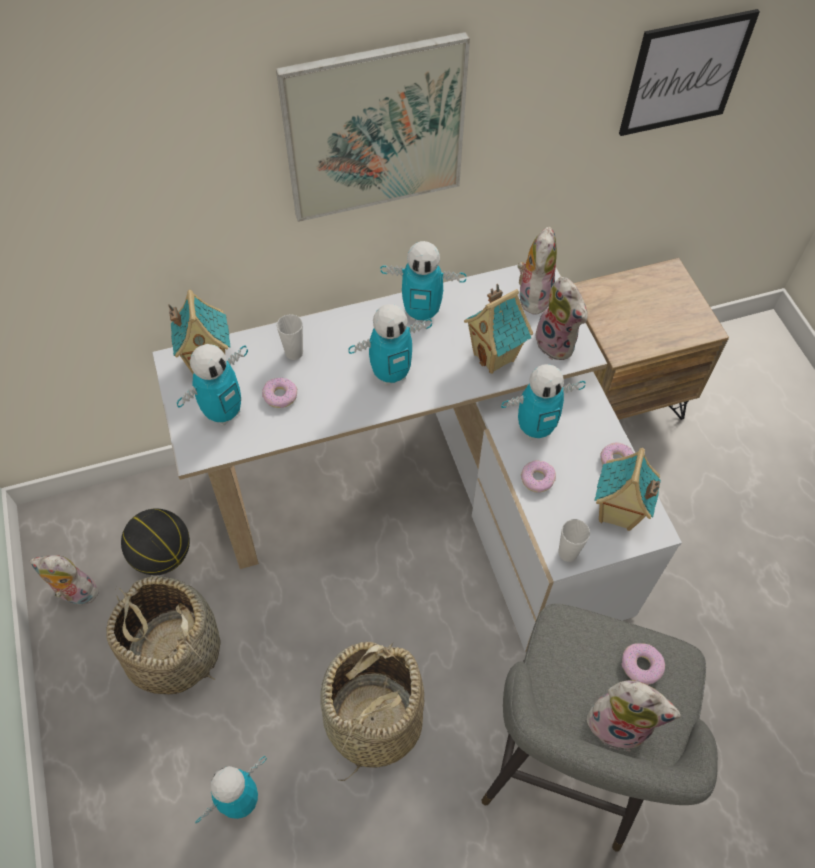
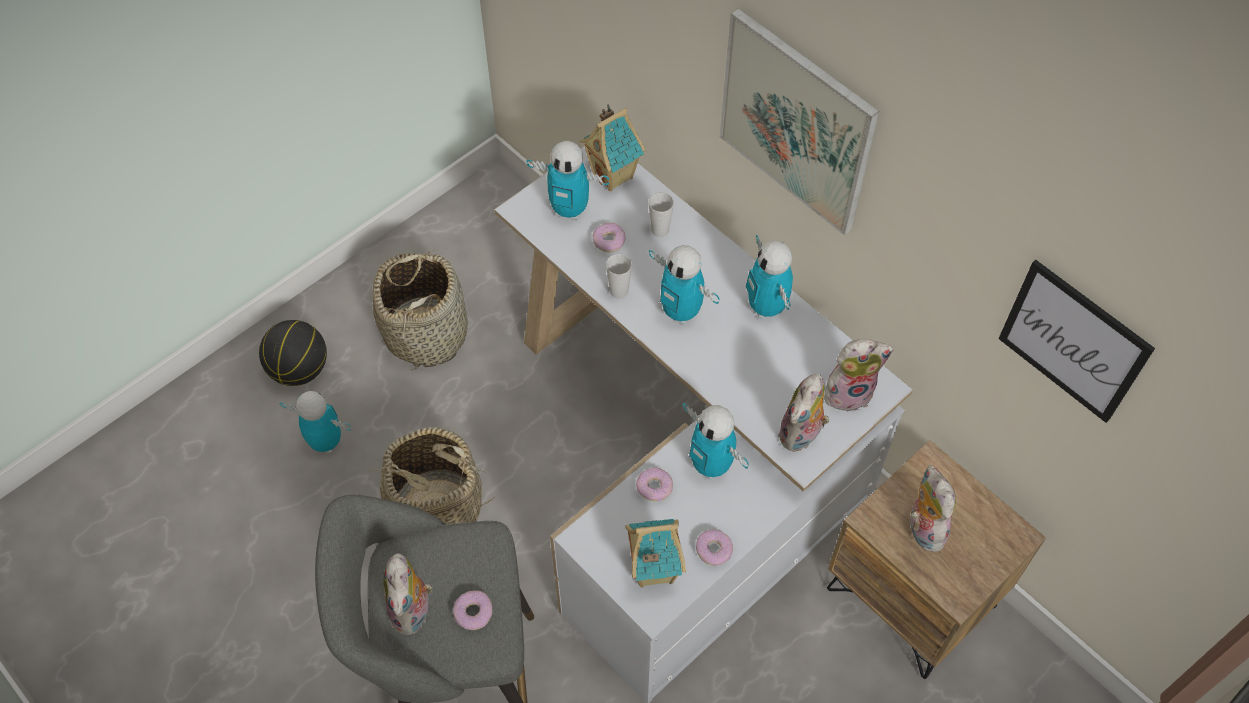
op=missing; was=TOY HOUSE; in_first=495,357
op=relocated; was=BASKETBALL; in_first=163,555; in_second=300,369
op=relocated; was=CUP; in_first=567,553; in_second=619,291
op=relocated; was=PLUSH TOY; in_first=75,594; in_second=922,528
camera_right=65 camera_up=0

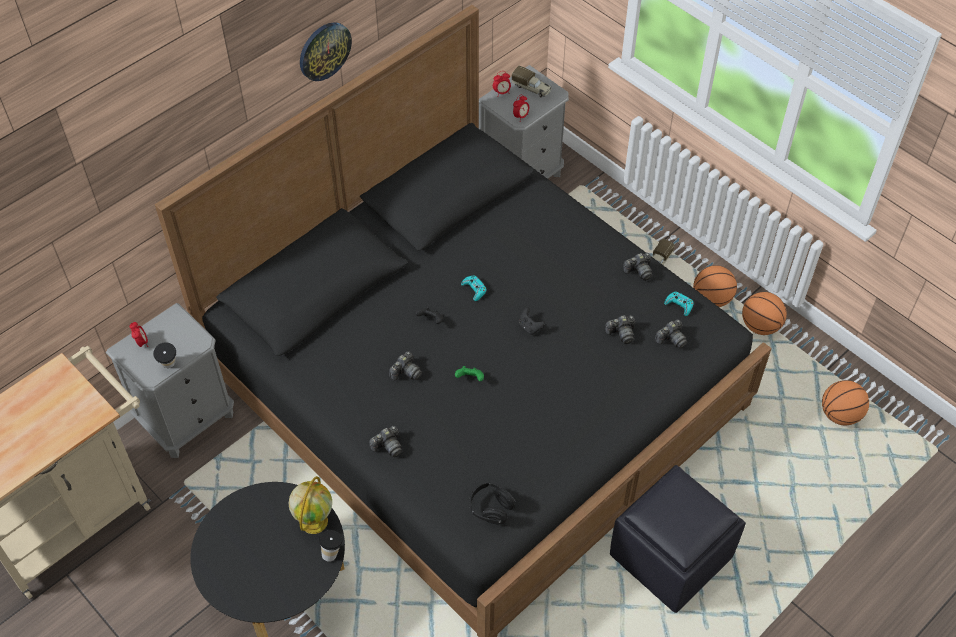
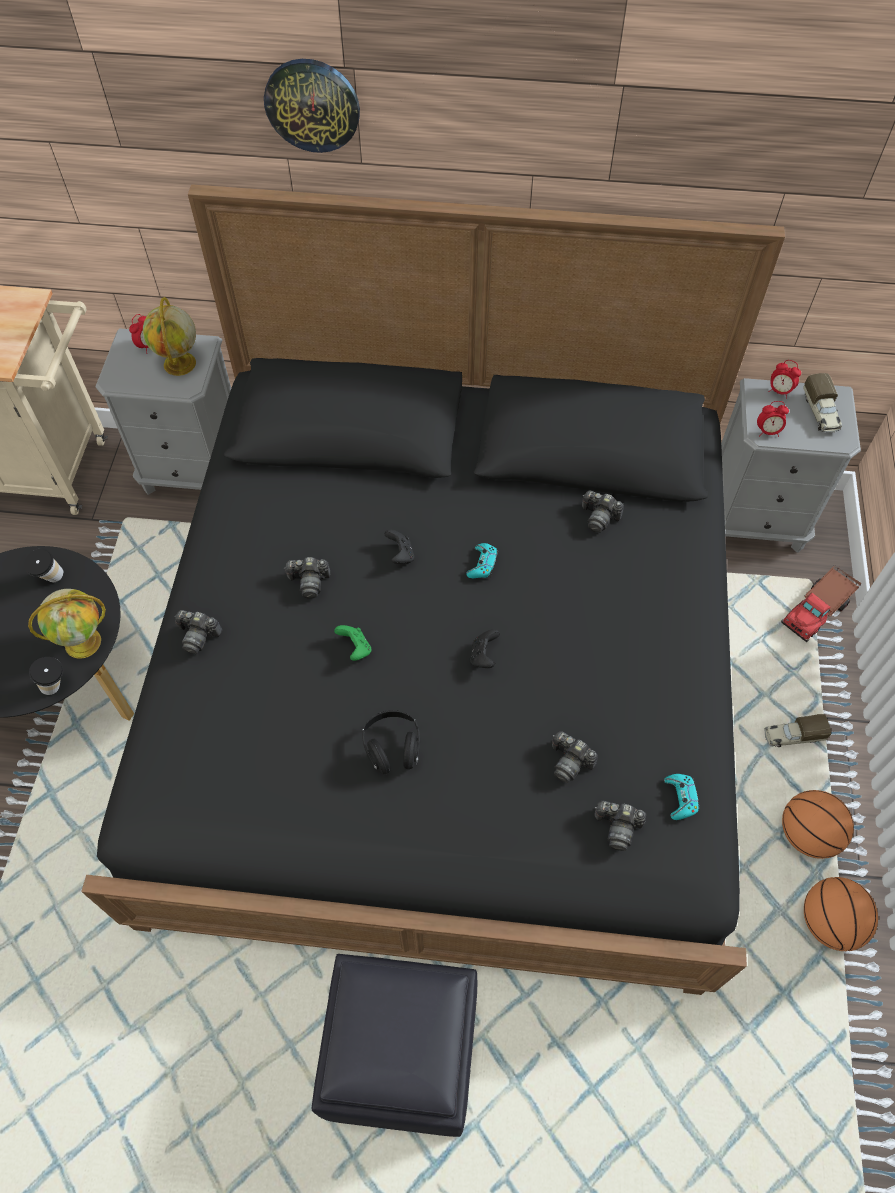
op=relocated; was=WALL CLOCK; in_first=324,50; in_second=312,105
op=relocated; was=PHOTO CAMERA; in_first=639,271; in_second=599,517
op=relocated; was=CUP; in_first=169,366; in_second=50,579
op=missing; was=BASKETBALL; in_first=840,414
op=relocated; was=BLACK HEADPHONES; in_first=491,509; in_second=392,747
op=appeared; now=GLOBE; in_second=180,364
op=appeared; now=TOY TRUCK; in_second=817,609
camera_right=50 camera_up=5

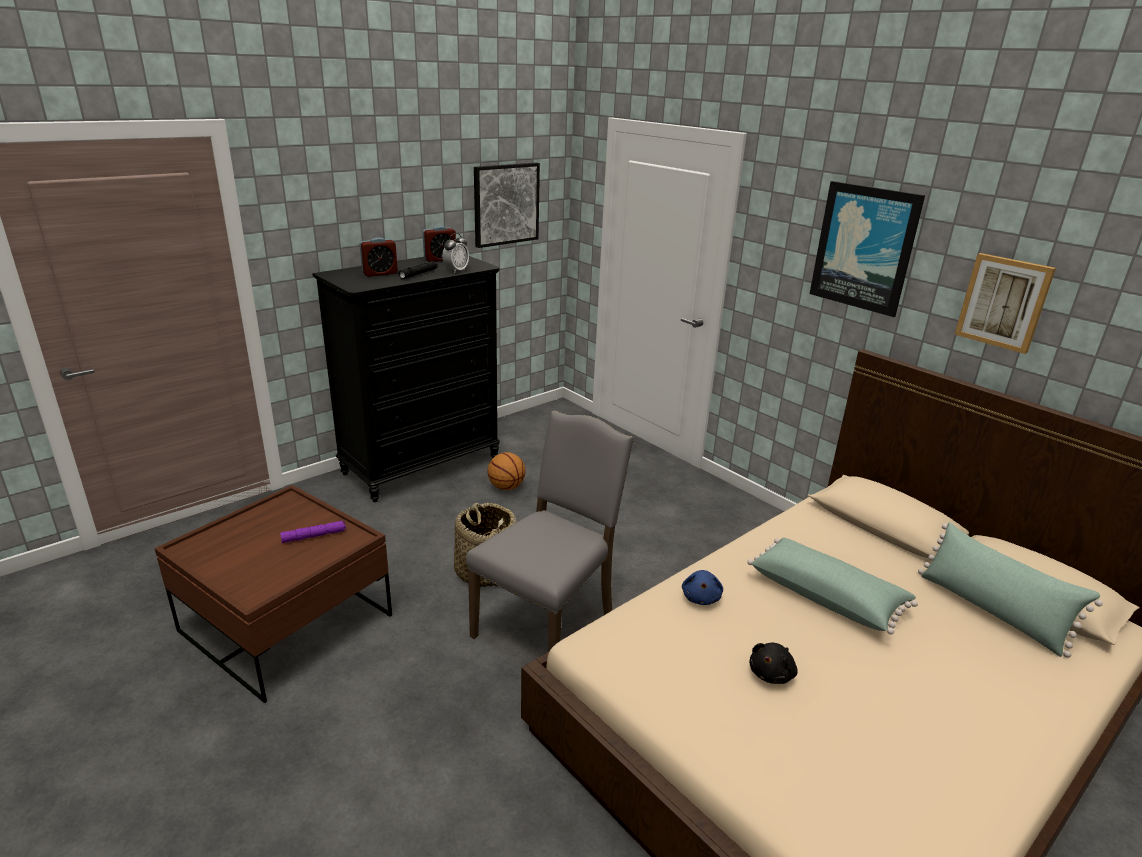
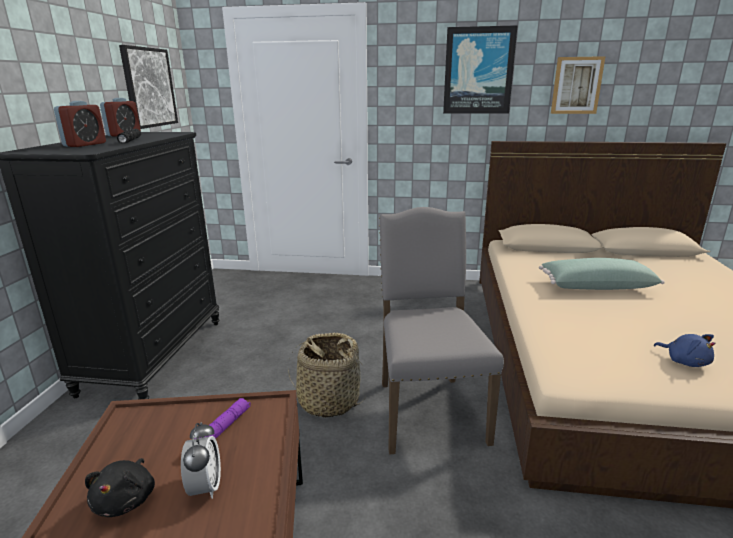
op=relocated; was=ALARM CLOCK; in_first=456,271; in_second=205,487
op=missing; was=BASKETBALL; in_first=506,487
op=missing; was=GREEN PILLOW; in_first=991,611
op=relocated; was=BLUE PLUSH TOY; in_first=701,597; in_second=685,361
op=relocated; was=BLACK PLUSH TOY; in_first=772,673; in_second=127,500
camera_right=-40 camera_up=-5

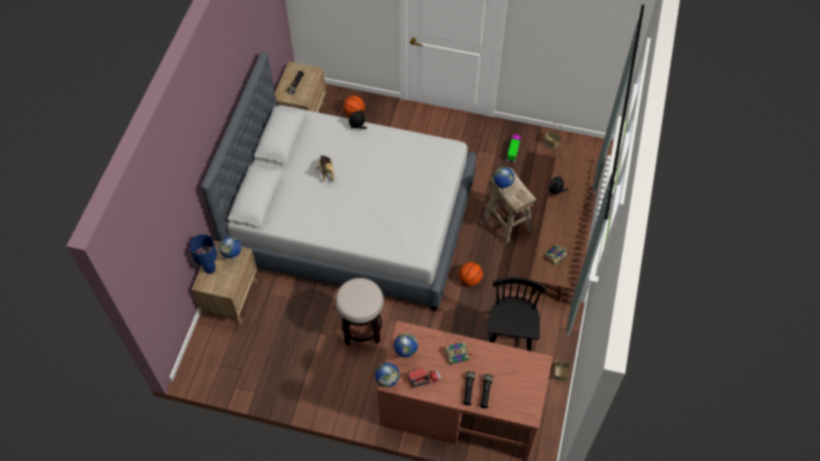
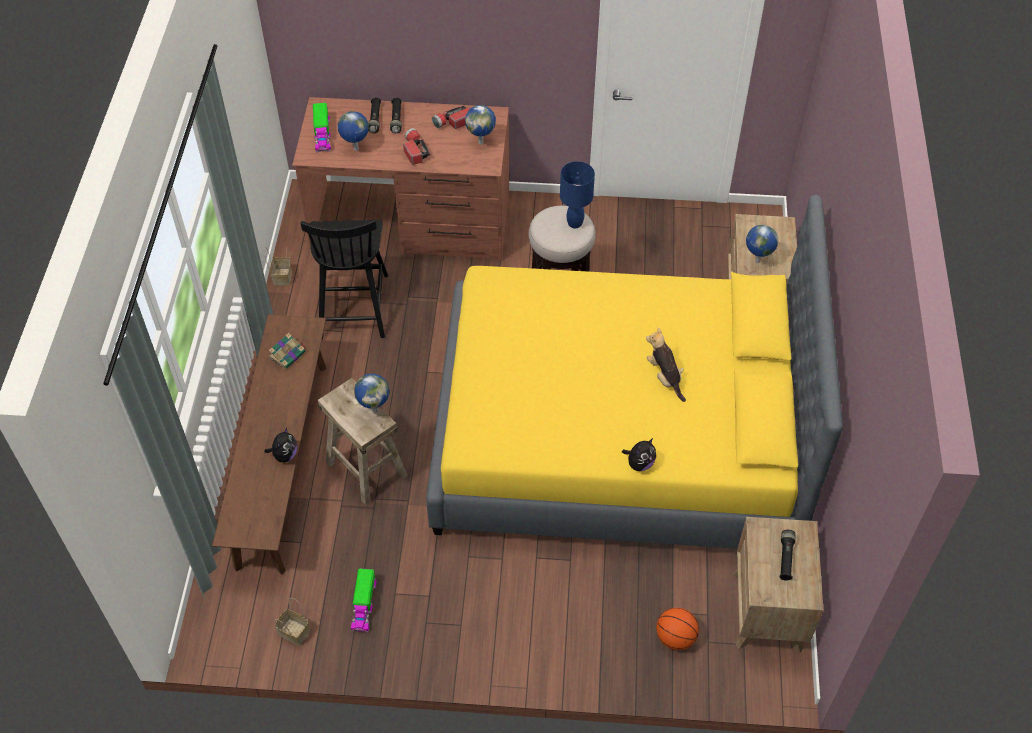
op=colour; was=GREY BED; now=YELLOW BED; in_first=352,220; in_second=617,435
op=relocated; was=BLUE TABLE LAMP; in_first=210,269; in_second=575,223
op=missing; was=BASKETBALL; in_first=470,280
op=exchanged; was=BOOK; now=FLASHLIGHT; in_first=457,354; in_second=415,151
op=relocated; was=GLOBE; in_first=387,383; in_second=355,149
op=appeared; now=TOY TRUCK; in_second=322,134
camera_right=170 camera_up=-5

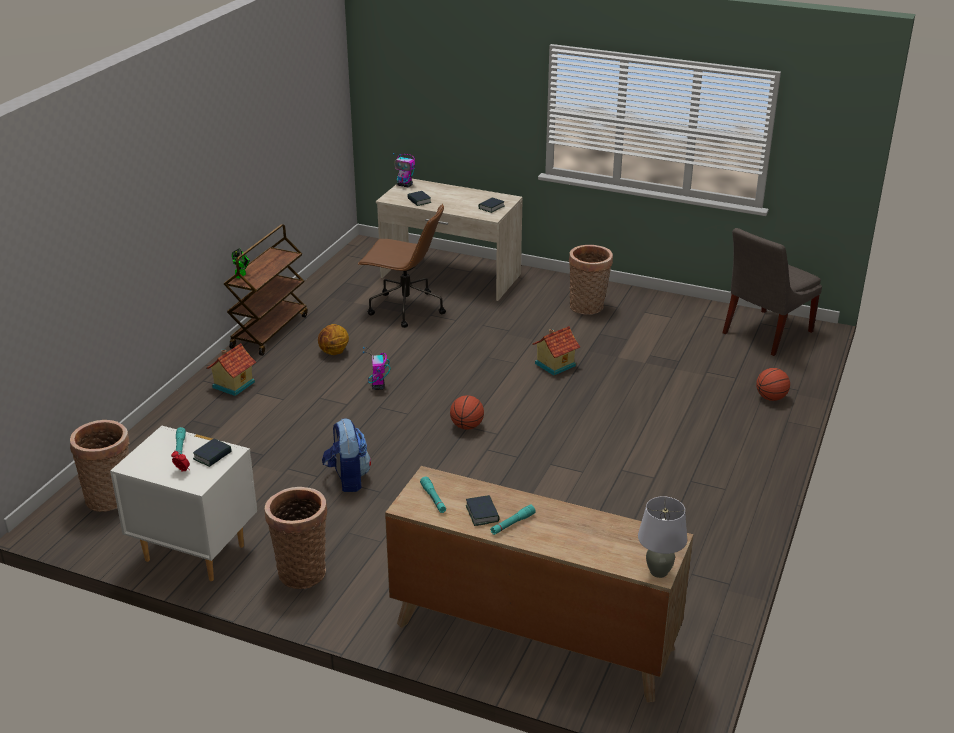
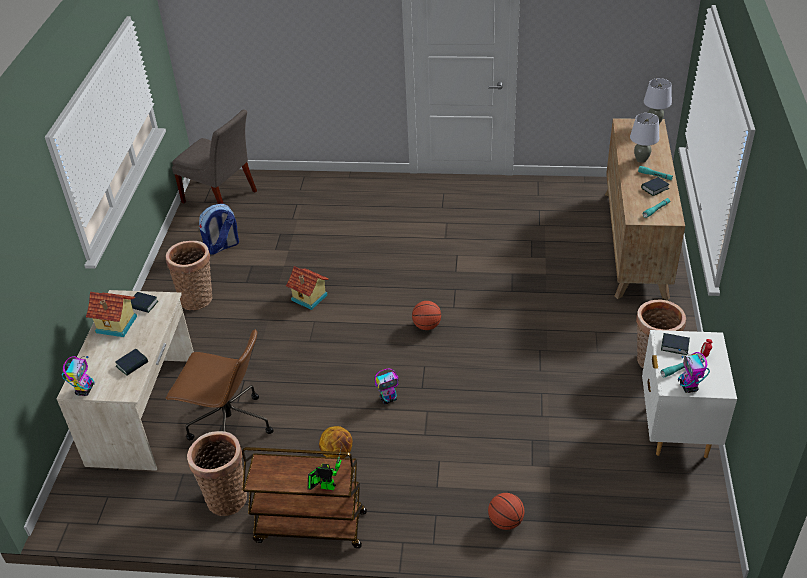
op=spun; was=BROWN OFFICE CHAIR; in_first=405,309; in_second=229,426; clockwise=105
op=relocated; was=TOY HOUSE; in_first=232,384; in_second=116,325
op=relocated; was=BASKETBALL; in_first=771,398; in_second=505,521
op=relocated; was=BACKPACK; in_first=347,479; in_second=222,246
op=relocated; was=BASKET; in_first=111,498; in_second=226,497
op=appeared; now=GREY TABLE LAMP; in_second=641,159
op=appeared; now=TOY ROBOT; in_second=688,387
camera_right=-105 camera_up=10

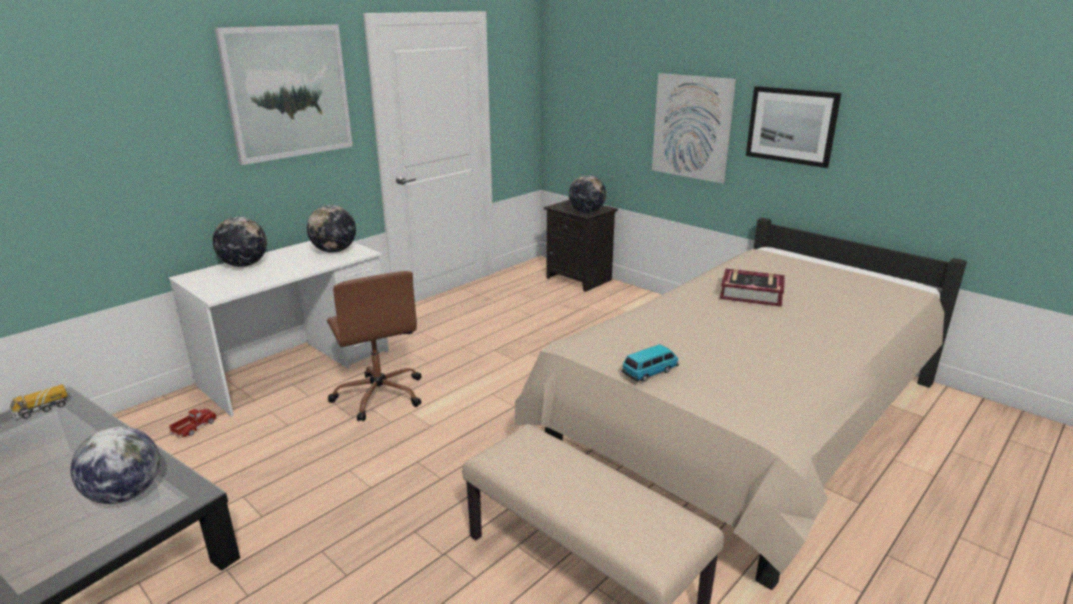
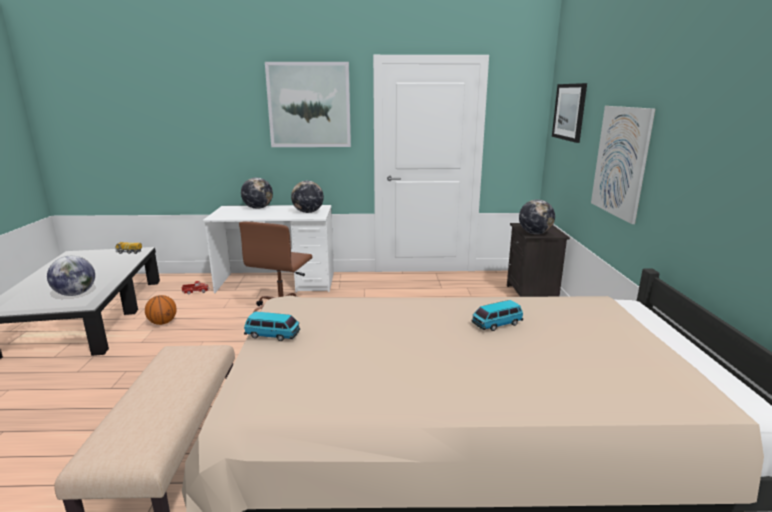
op=relocated; was=PICTURE; in_first=791,126; in_second=569,112
op=exchanged; was=BOOK; now=TOY CAR; in_first=751,293; in_second=496,324
op=appeared; now=BASKETBALL; in_second=163,323
camera_right=45 camera_up=-5

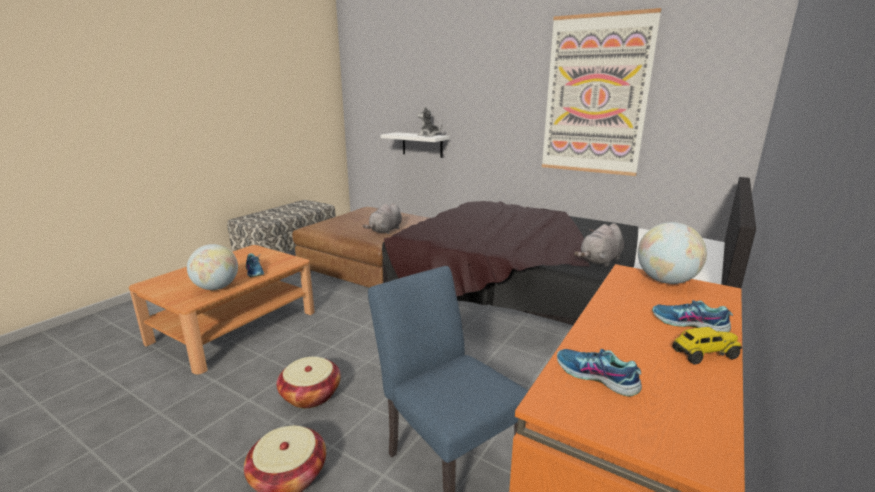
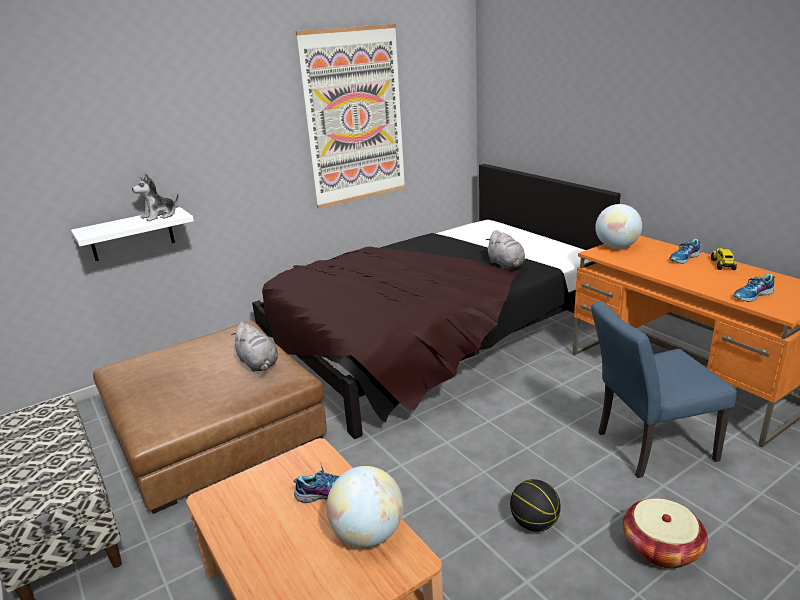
op=exchanged; was=BASKET; now=BASKETBALL; in_first=311,395; in_second=534,523
camera_right=-65 camera_up=5

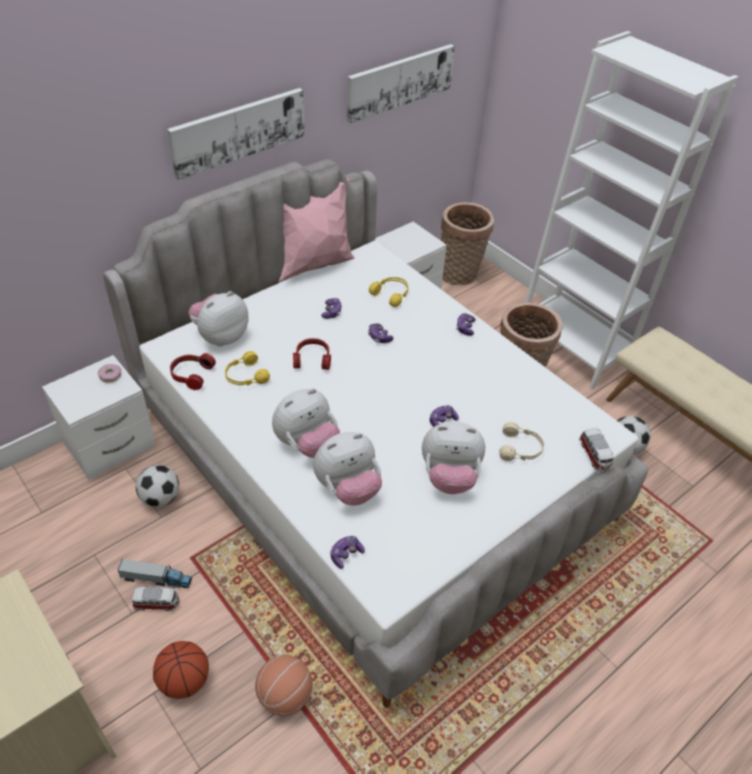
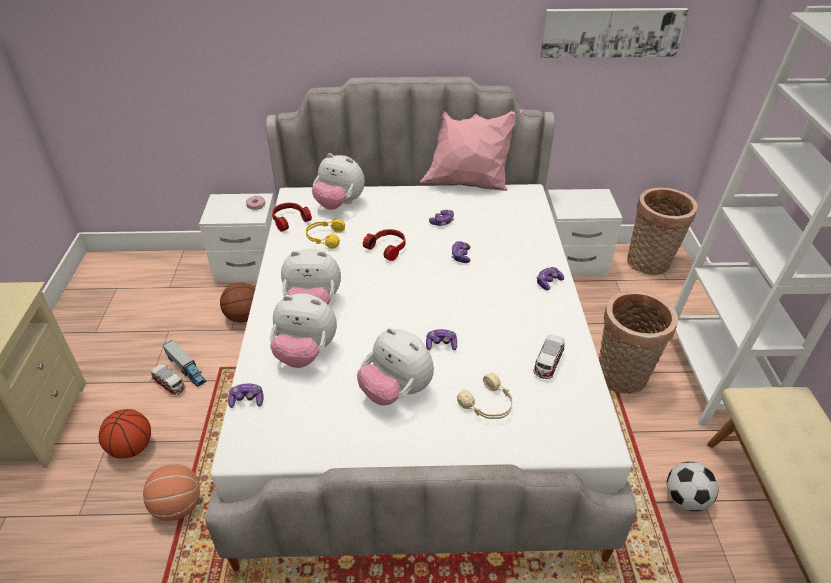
op=missing; was=PICTURE; in_first=238,131
op=missing; was=YELLOW HEADPHONES; in_first=391,294
op=spun; was=PLUSH TOY; in_first=221,336; in_second=339,204; clockwise=-150
op=relocated; was=TOY CAR; in_first=594,456; in_second=548,364
op=exchanged; was=FOOTBALL; now=BASKETBALL; in_first=160,498; in_second=243,317
camera_right=40 camera_up=-5

